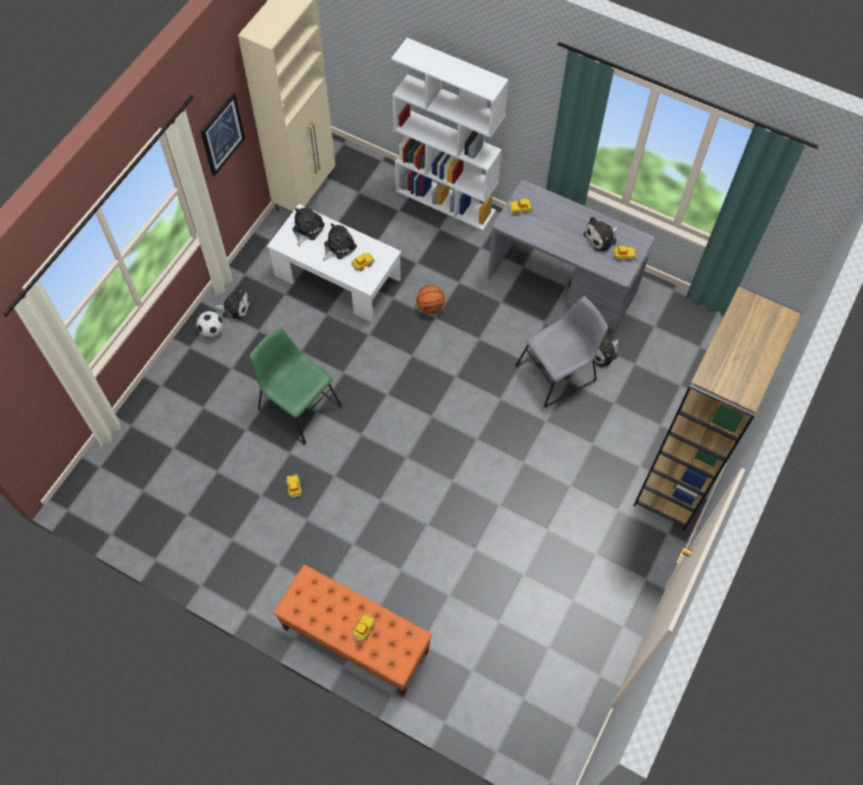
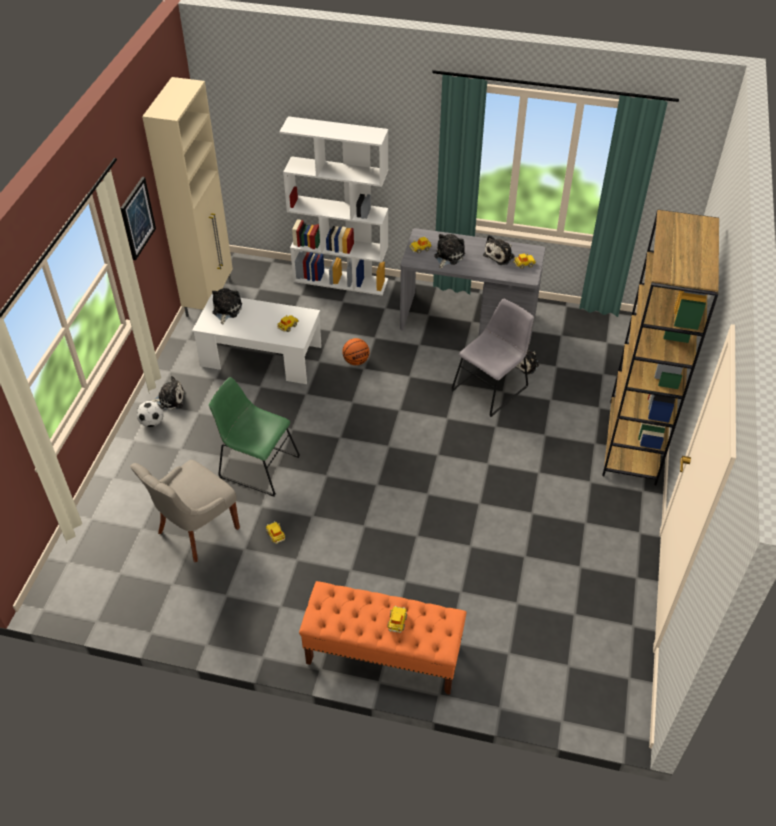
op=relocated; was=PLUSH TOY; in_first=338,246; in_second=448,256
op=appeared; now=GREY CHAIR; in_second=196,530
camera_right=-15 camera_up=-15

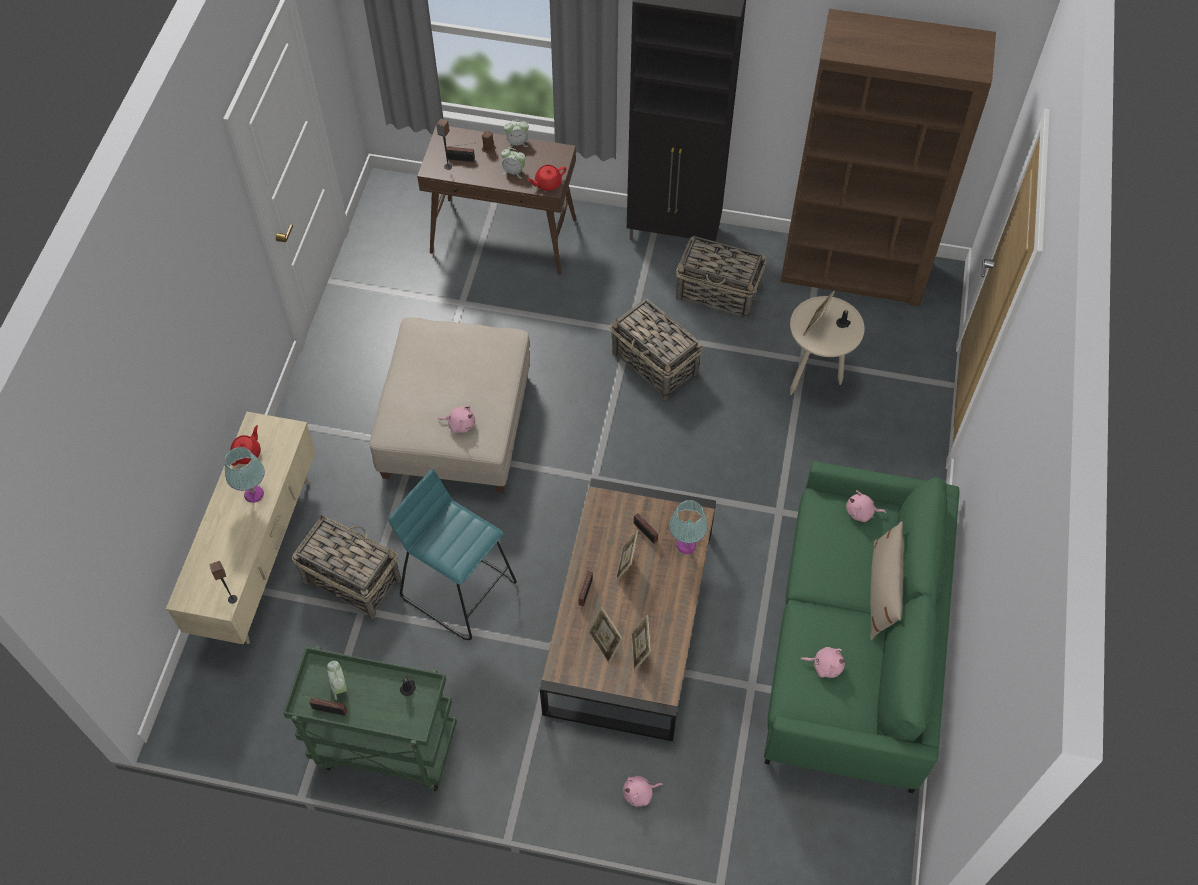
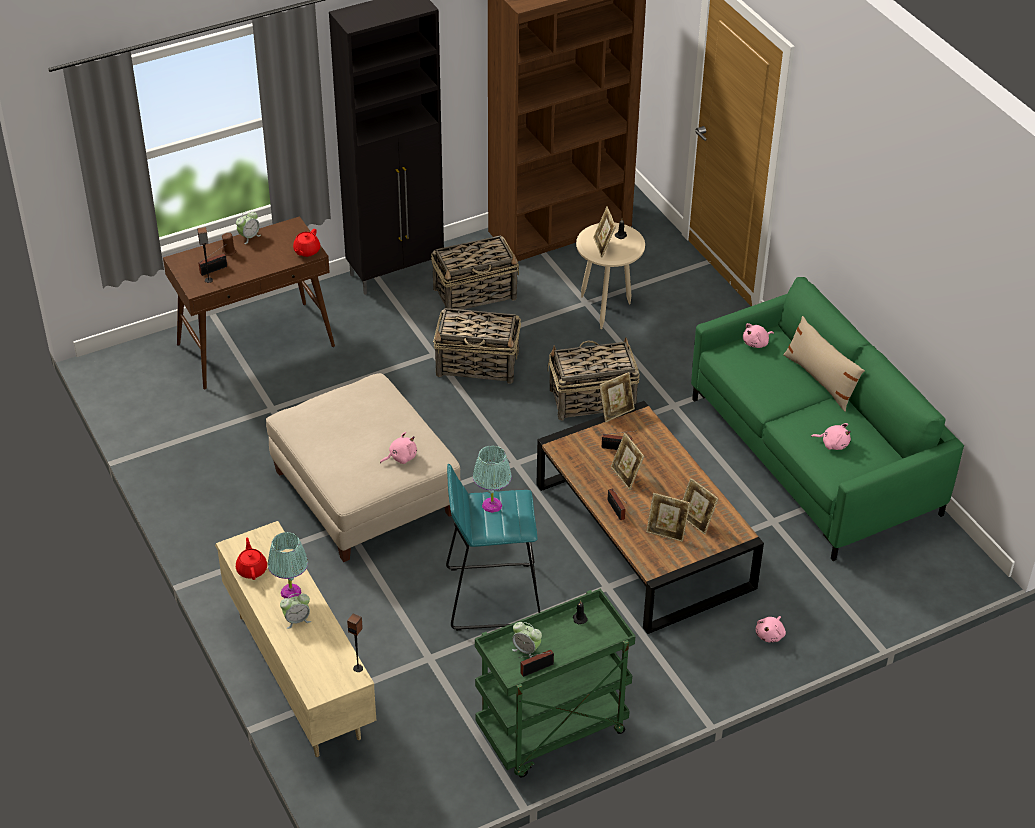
op=relocated; was=ALARM CLOCK; in_first=514,172; in_second=297,620
op=relocated; was=TURQUOISE TABLE LAMP; in_first=686,545; in_second=492,505
op=relocated; was=BASKET; in_first=351,579; in_second=591,399
op=spun; was=PINK PLUSH TOY; in_first=825,665; in_second=833,444; clockwise=45
op=appeared; now=PICTURE FRAME; in_second=616,411
camera_right=-40 camera_up=-15

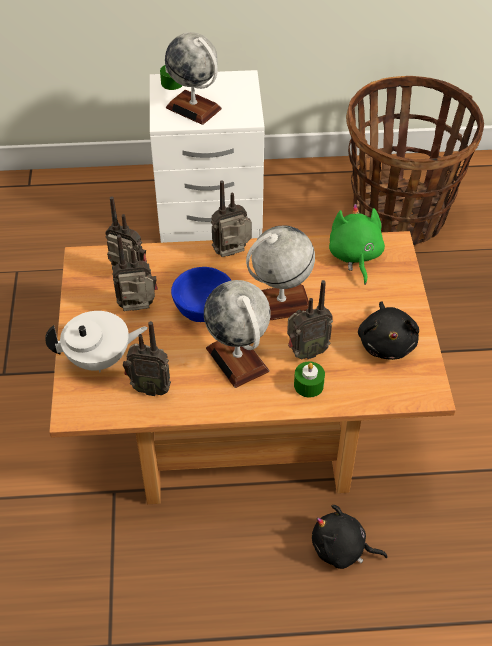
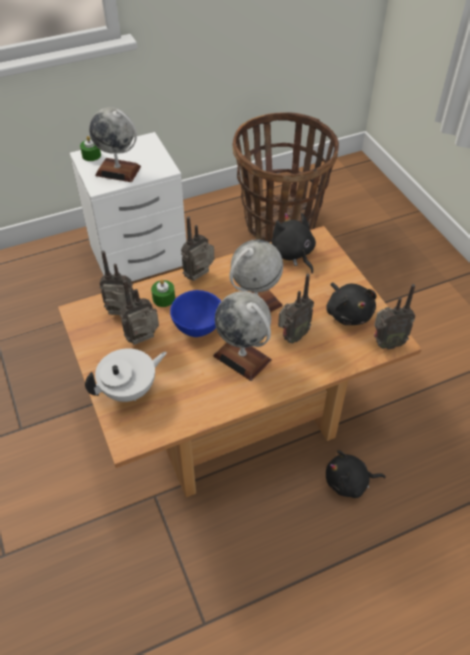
op=colour; was=GREEN PLUSH TOY; now=BLACK PLUSH TOY; in_first=355,256; in_second=293,254
op=relocated; was=RADIO; in_first=150,387; in_second=386,343
op=relocated; was=GREEN CANDLE; in_first=308,385; in_second=164,298
camera_right=-20 camera_up=0

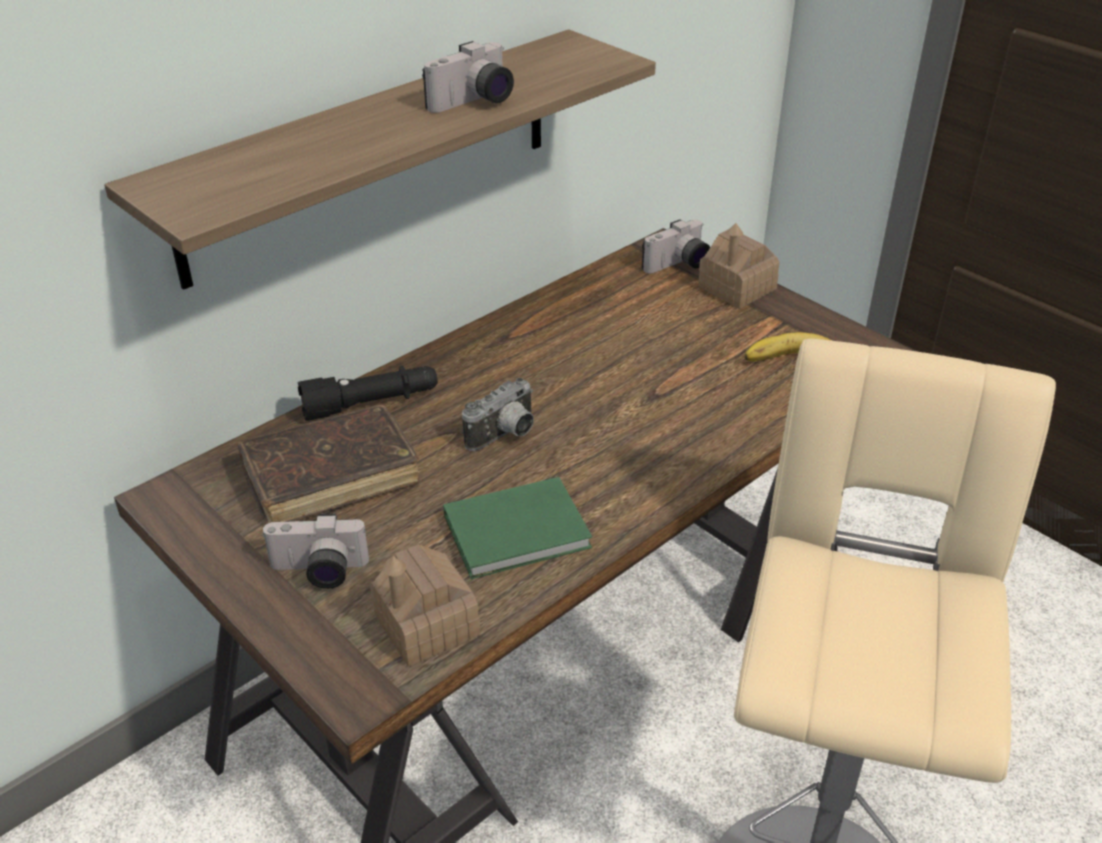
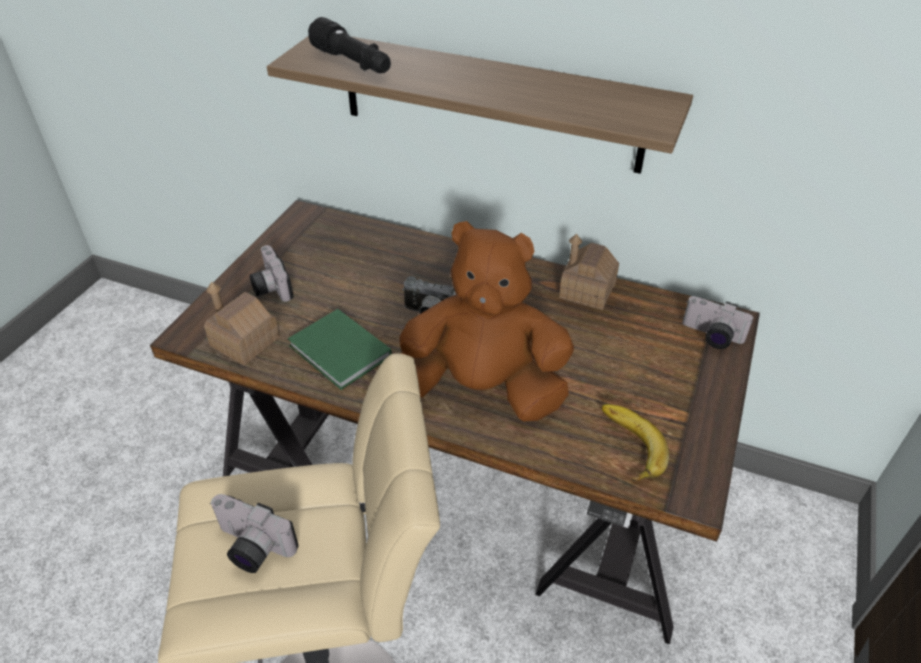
op=relocated; was=PHOTO CAMERA; in_first=474,103; in_second=251,548
op=relocated; was=TOY HOUSE; in_first=736,288; in_second=587,290
op=relocated; was=BLACK FLASHLIGHT; in_first=371,404; in_second=353,63
op=missing; was=BROWN BOOK; in_first=330,477
op=appeared; now=BROWN PLUSH TOY; in_second=482,389
camera_right=65 camera_up=5

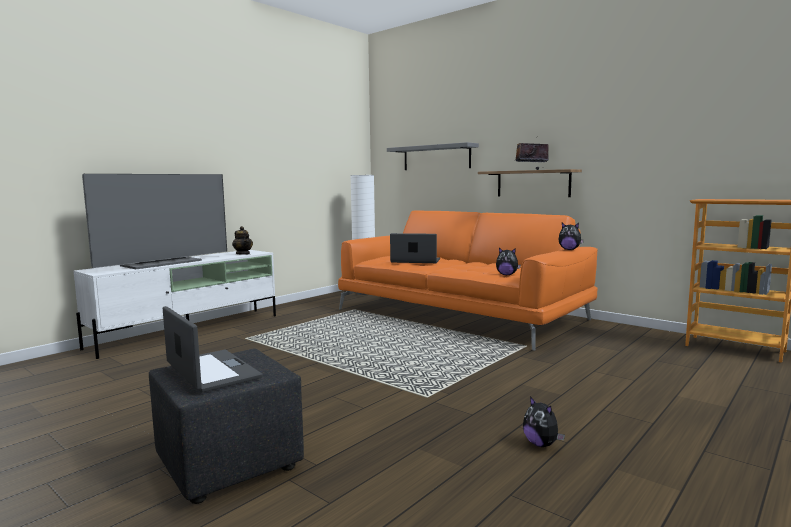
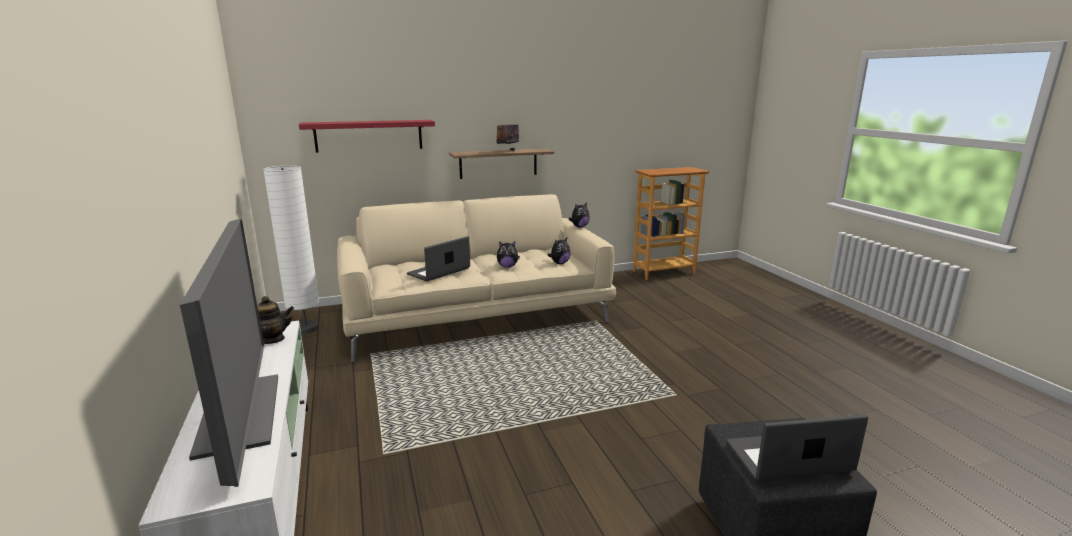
op=colour; was=GREY SHELF; now=RED SHELF; in_first=436,157; in_second=369,135
op=colour; was=ORANGE SOFA; now=BEIGE SOFA; in_first=460,314; in_second=476,313
op=relocated; was=PLUSH TOY; in_first=541,444; in_second=507,266
camera_right=-60 camera_up=10

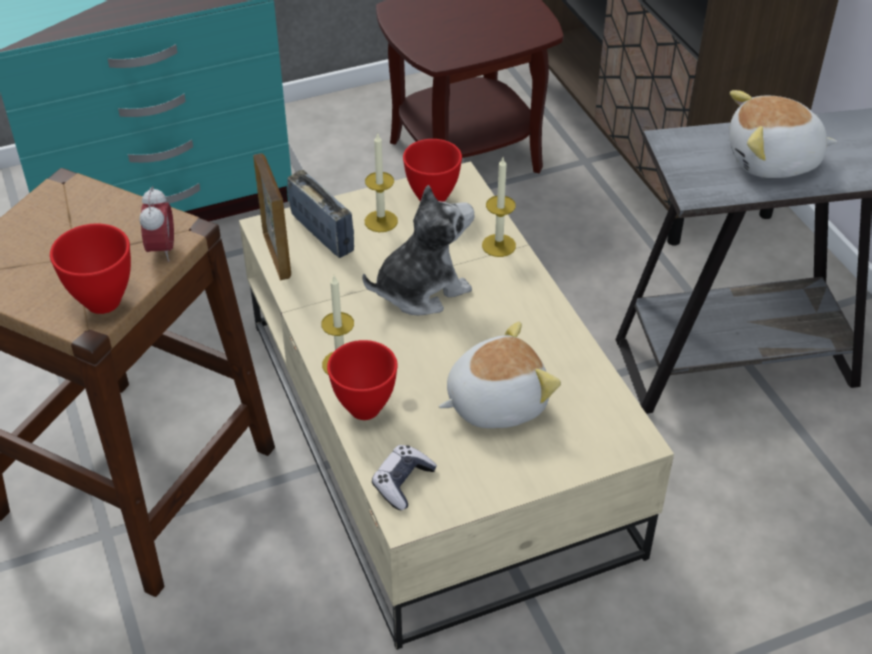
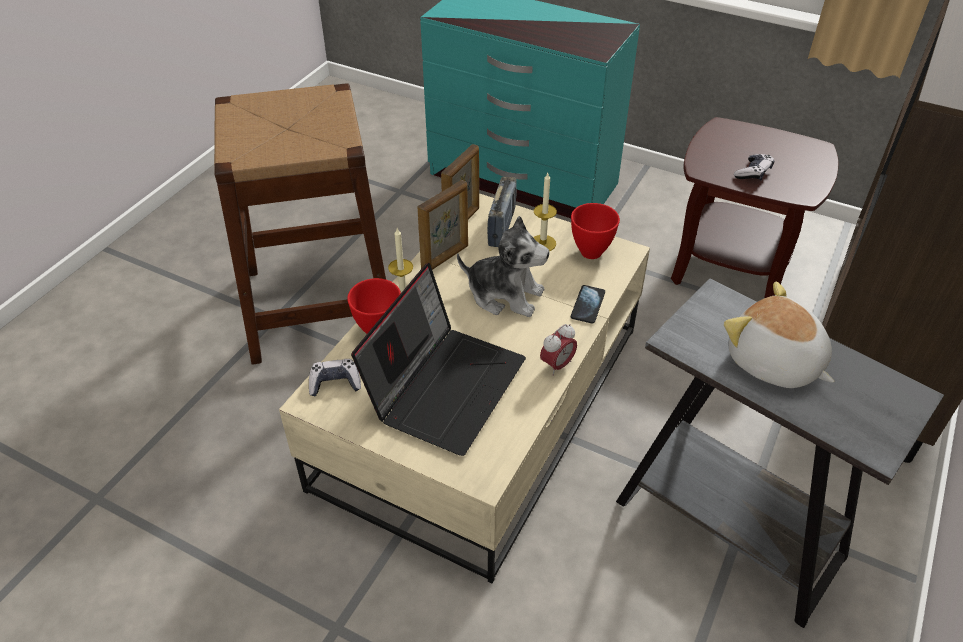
op=exchanged; was=CANDLE; now=PHONE; in_first=498,245; in_second=587,305
op=relocated; was=ALARM CLOCK; in_first=162,250; in_second=557,365
op=missing; was=RED BOWL; in_first=101,303
op=exchanged; was=PLUSH TOY; now=LAPTOP; in_first=495,401; in_second=445,385
op=appeared; now=GAME CONTROLLER; in_second=753,173
op=appeared; now=PICTURE FRAME; in_second=445,258
camera_right=50 camera_up=0

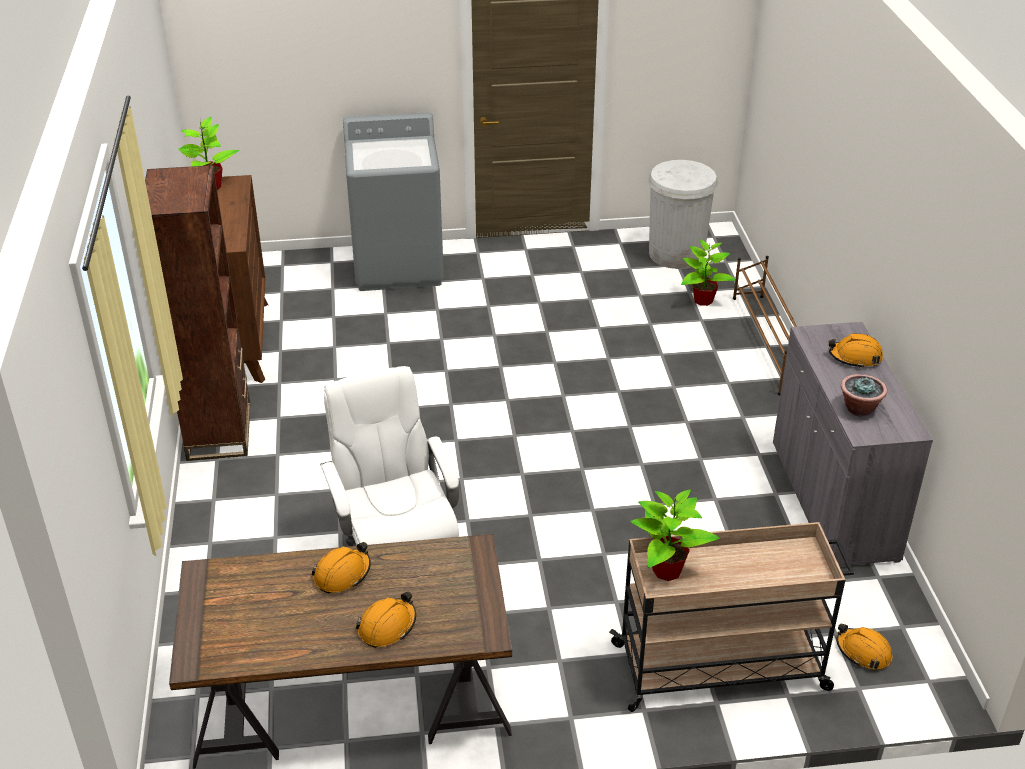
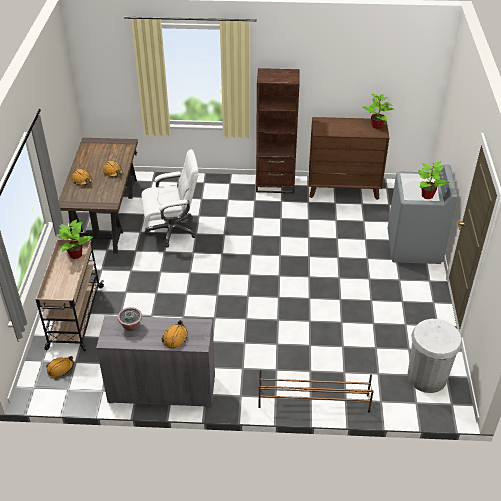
op=relocated; was=POTTED PLANT; in_first=702,300; in_second=427,195
camera_right=100 camera_up=5

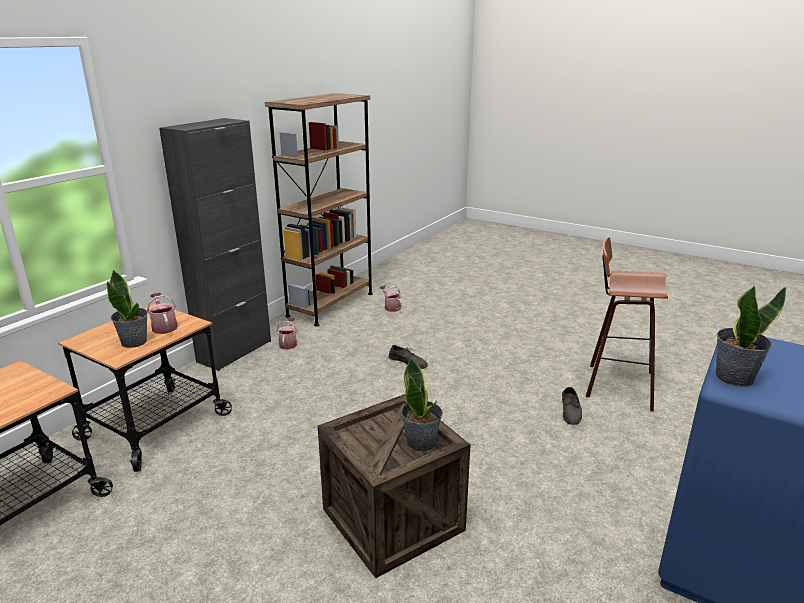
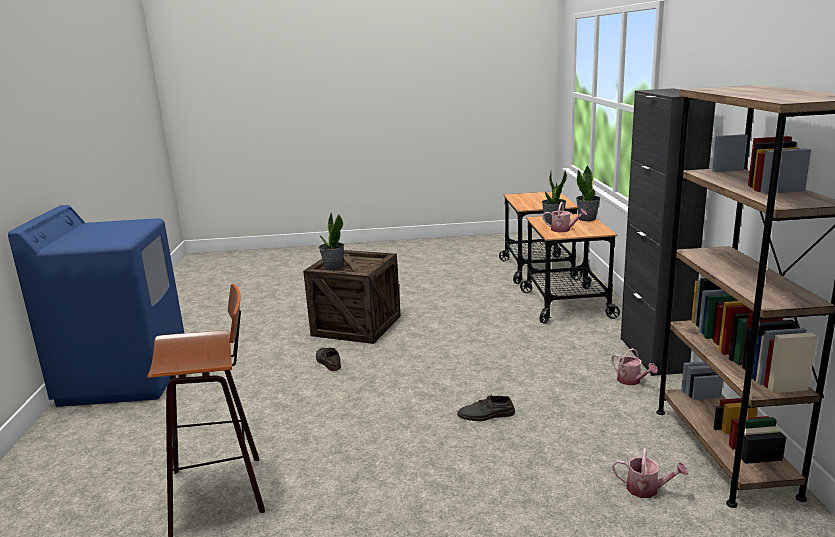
op=relocated; was=POTTED PLANT; in_first=733,377; in_second=587,219
op=relocated; was=GREY SHOE; in_first=571,411; in_second=327,361
camera_right=145 camera_up=-5

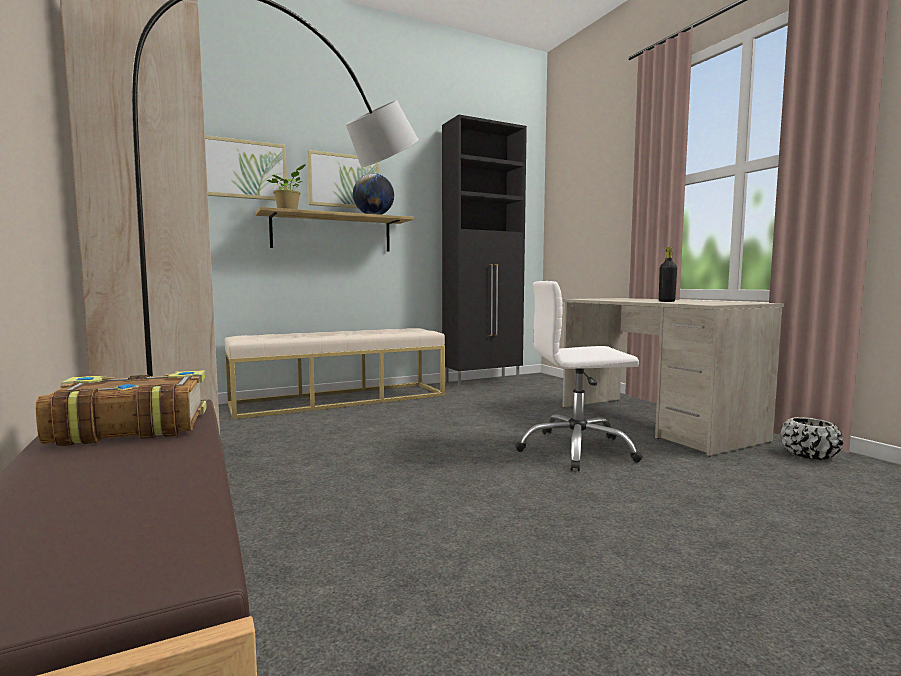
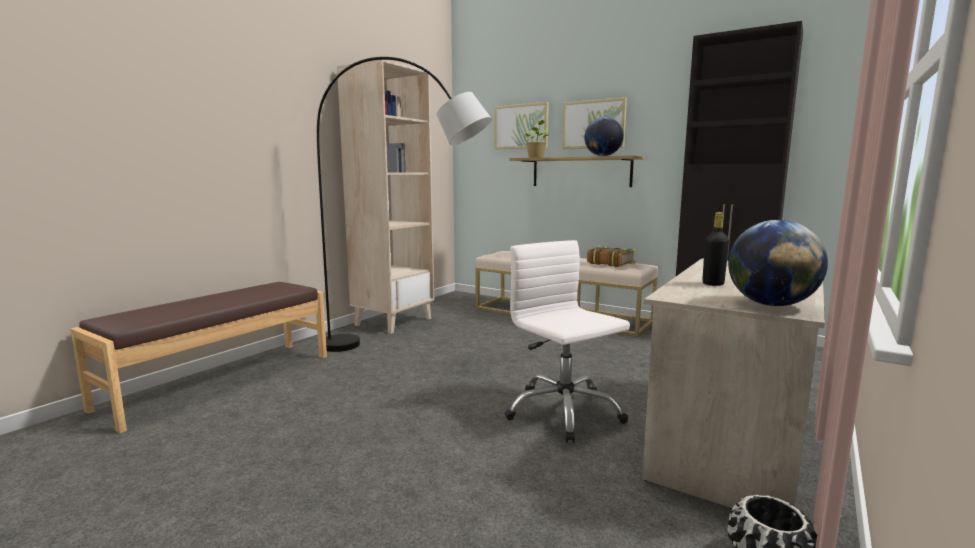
op=relocated; was=BOOK; in_first=130,427; in_second=610,263
op=appeared; now=GLOBE; in_second=770,304
camera_right=60 camera_up=5

